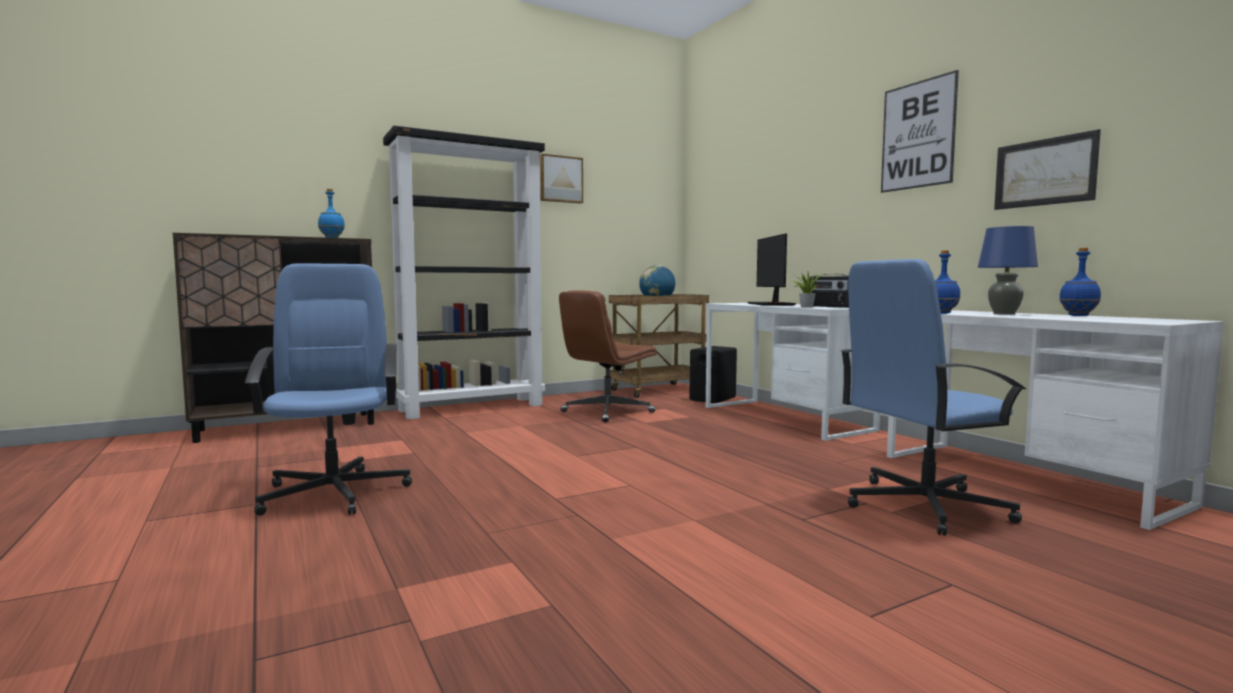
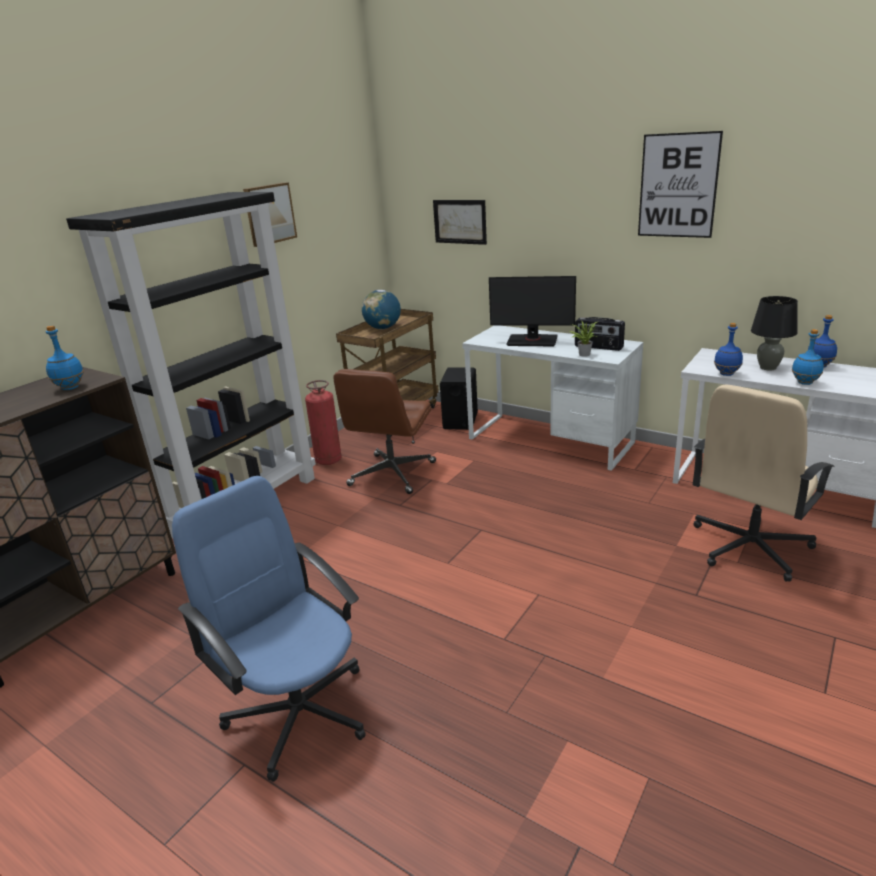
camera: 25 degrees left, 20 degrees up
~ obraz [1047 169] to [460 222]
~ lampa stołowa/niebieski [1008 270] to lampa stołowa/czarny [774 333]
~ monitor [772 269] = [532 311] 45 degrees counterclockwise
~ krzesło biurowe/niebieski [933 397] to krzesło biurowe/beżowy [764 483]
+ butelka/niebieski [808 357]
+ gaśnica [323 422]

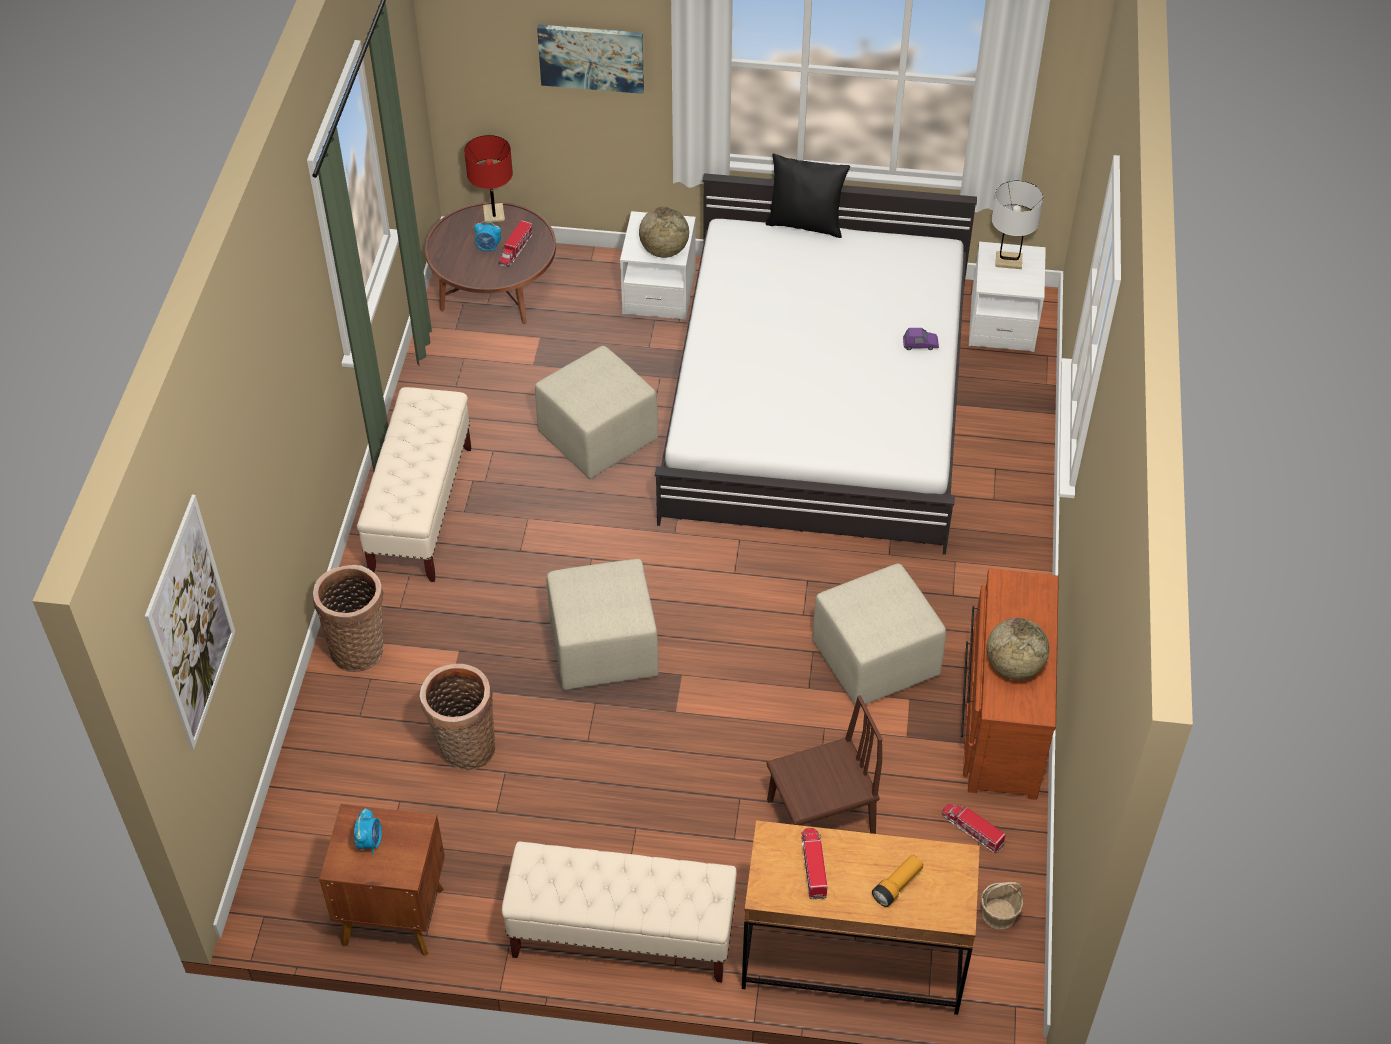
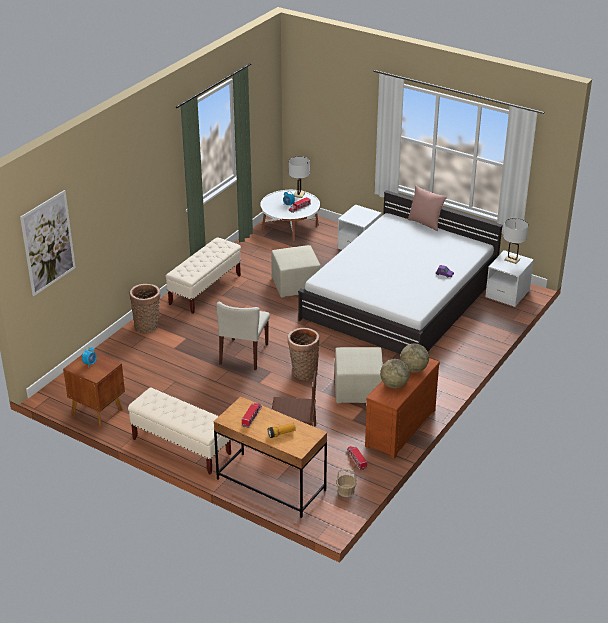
camera: 25 degrees right, 15 degrees down
- obraz [590 59]
~ lampa stołowa/czerwony [488 179] to lampa stołowa/biały [299 177]
~ poduszka/czarny [807 195] to poduszka/różowy [427 208]
~ ława/brązowy [490 263] to ława/biały [290 216]
~ globus [664 232] to [414 358]
~ pufa/beżowy [603 624] to krzesło/beżowy [243 336]
~ koszyk [458 717] to [304 354]

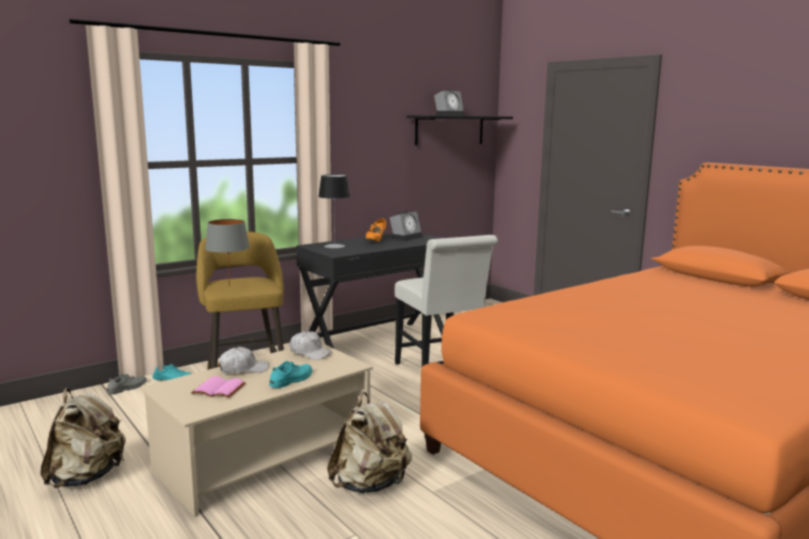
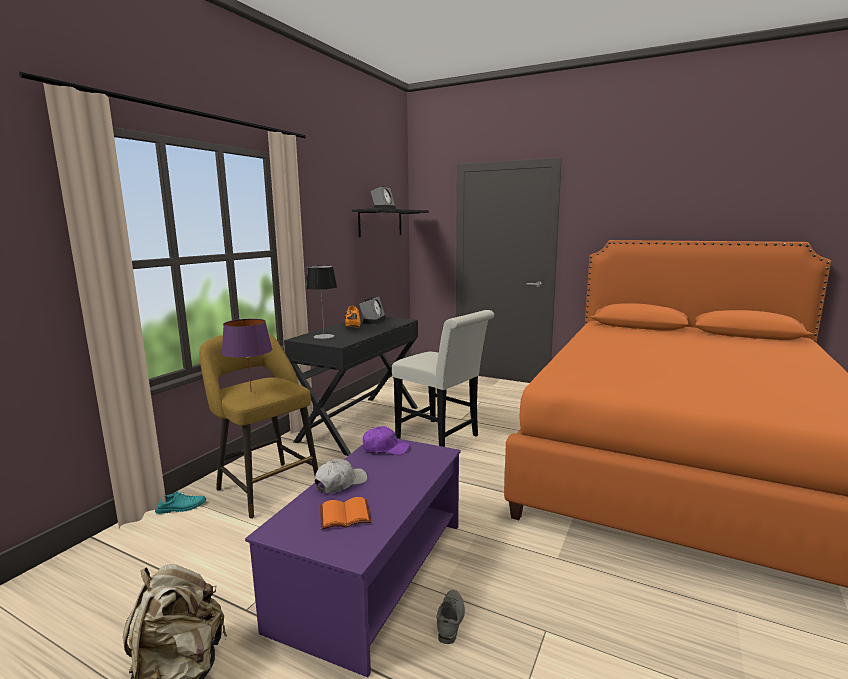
camera: 25 degrees left, 0 degrees up
~ lampa stołowa/szary [227 252] to lampa stołowa/fioletowy [247 355]
~ czapka z daszkiem/biały [311 345] to czapka z daszkiem/fioletowy [385 440]
~ ława/beżowy [256 430] to ława/fioletowy [353 558]
- but/turkusowy [290 374]
~ but/szary [126 384] to [451 617]
~ książka/różowy [218 387] to książka/pomarańczowy [345 513]
- plecak/beżowy [369 442]

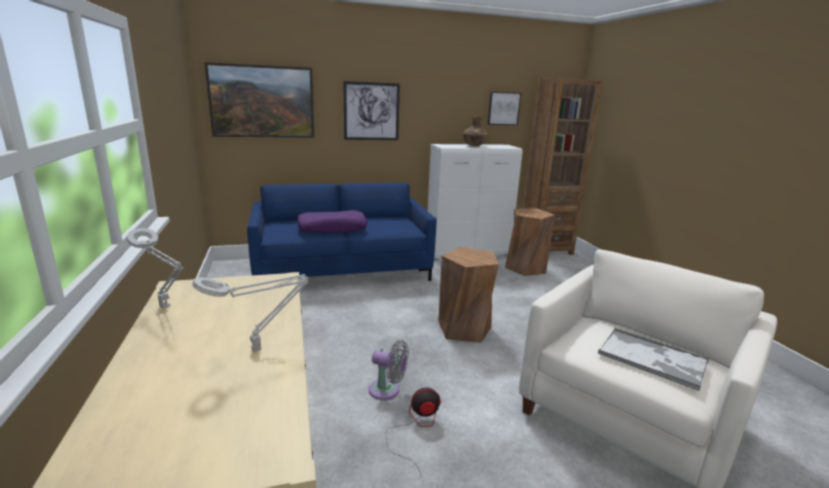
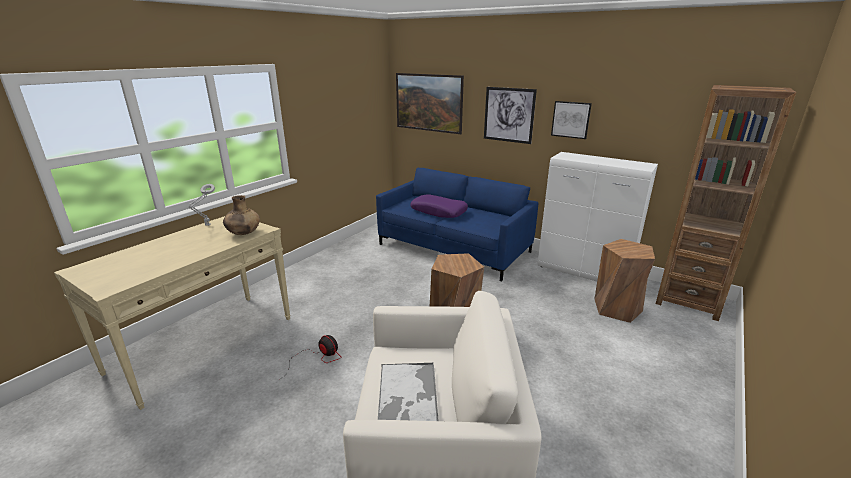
camera: 50 degrees right, 5 degrees up
~ obraz [504 108] to [571 120]
~ wazon/brązowy [475 131] to [241 215]
- lampa stołowa/szary [250 313]
- wentylator/szary [389 370]

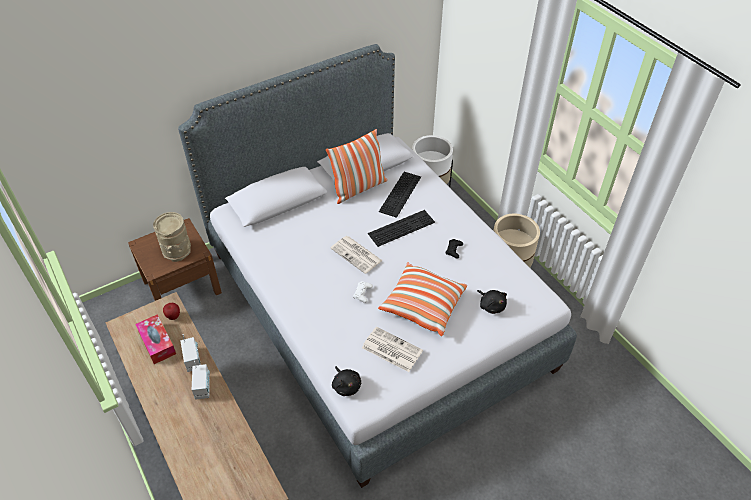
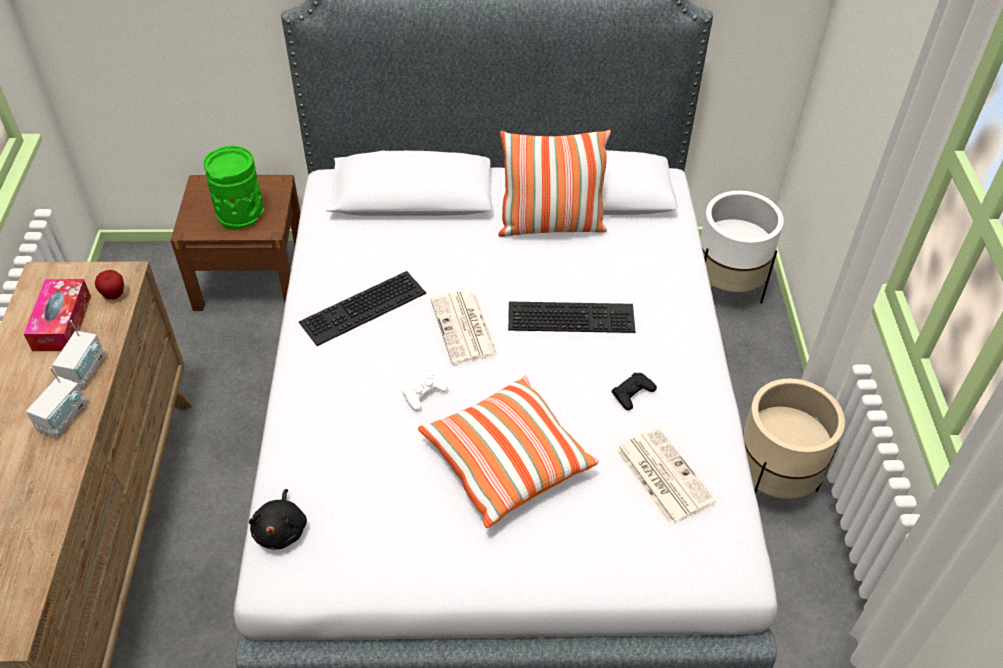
camera: 30 degrees right, 0 degrees up
~ klawiatura [400 195] to [362 308]
~ wazon/beżowy [172 237] to wazon/zielony [234 187]
- pluszak/czarny [492 302]
~ gazeta [392 349] to [665 476]

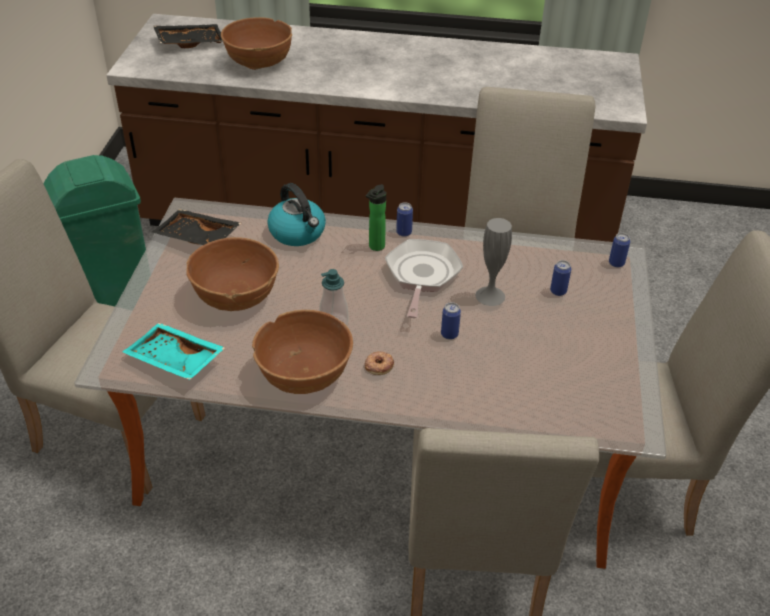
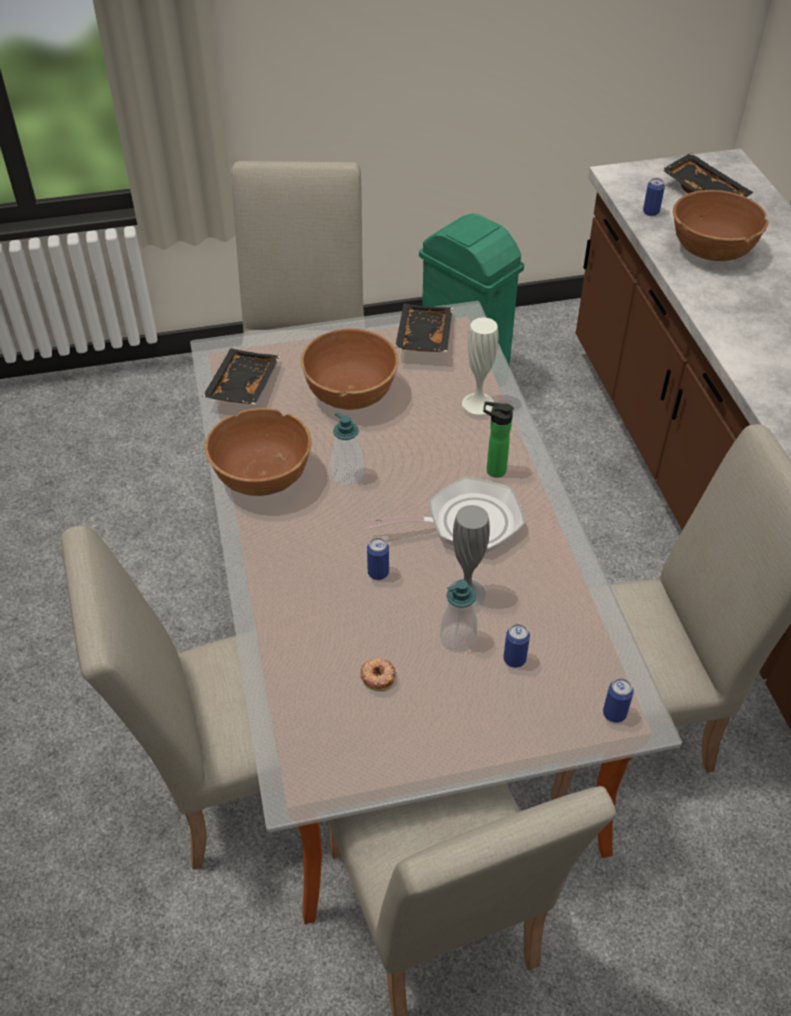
camera: 70 degrees right, 5 degrees up
~ czajnik [296 214] to wazon/biały [480 366]
~ puszka [404 219] to [654 197]
~ taca/turkusowy [173 351] to taca/czarny [241 376]
~ donut [379 363] to [377 674]
+ dozownik mydła [459 616]

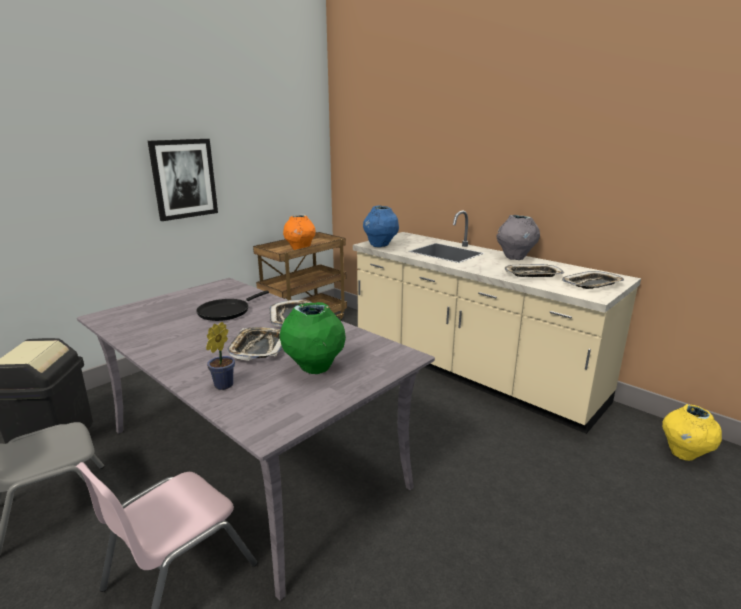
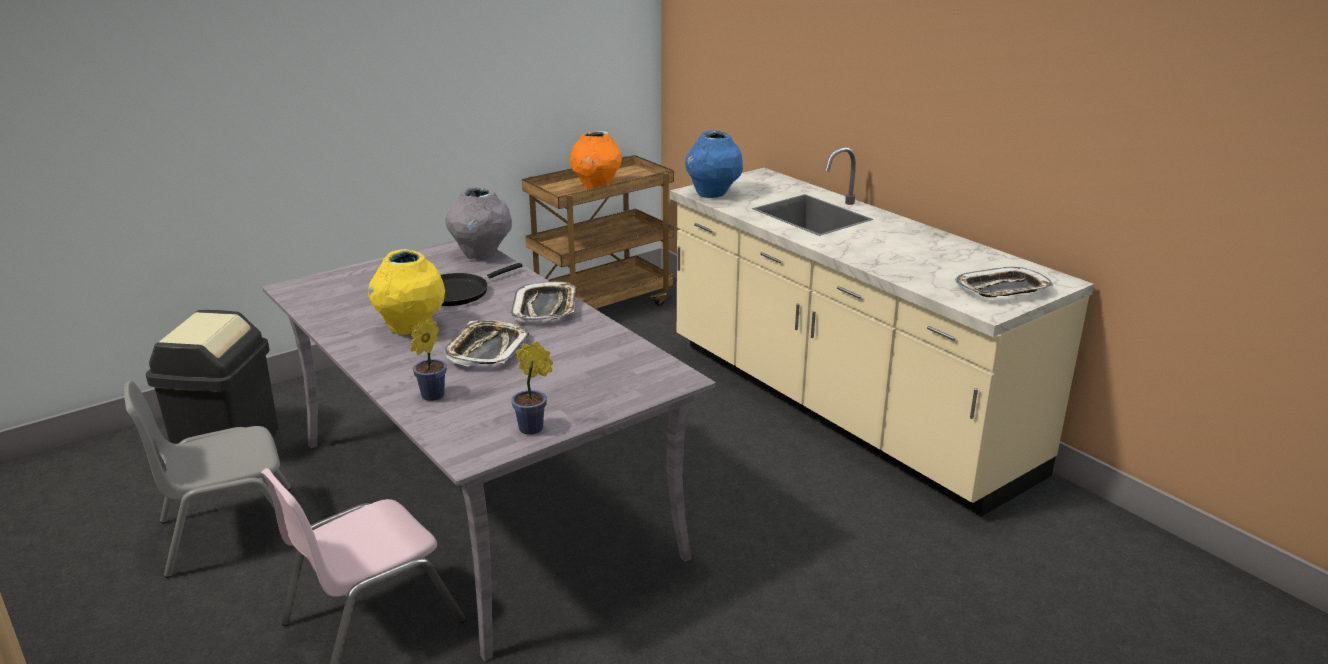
camera: 10 degrees right, 5 degrees up
- obraz [183 180]
~ wazon/szary [518 237] to [478 224]
- taca [534 270]
- wazon/zielony [313 338]
~ wazon/żółty [692 432] to [406 292]
+ roślina doniczkowa [532 388]

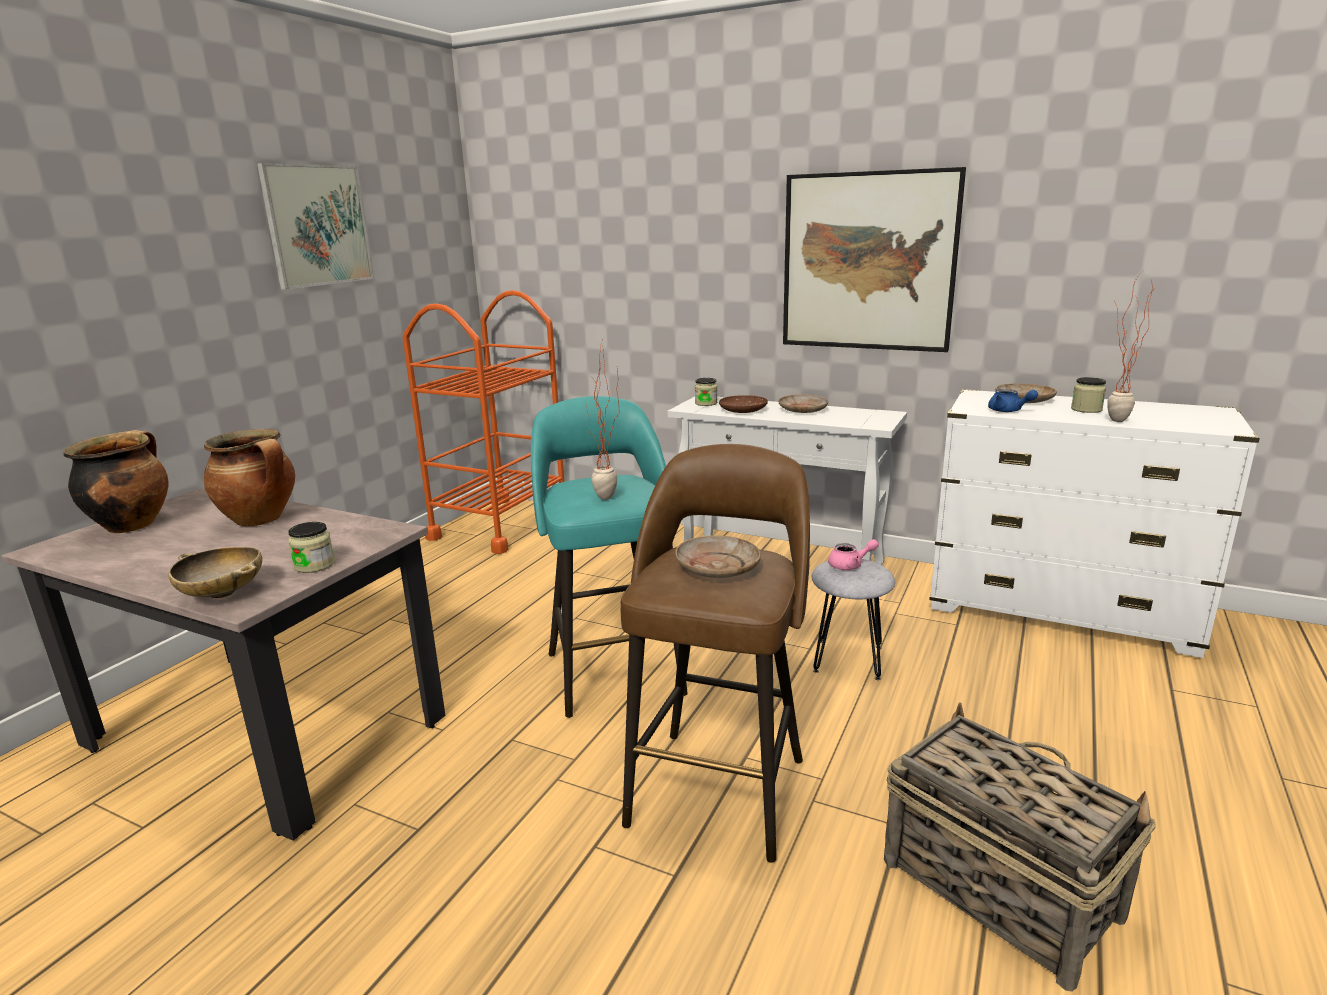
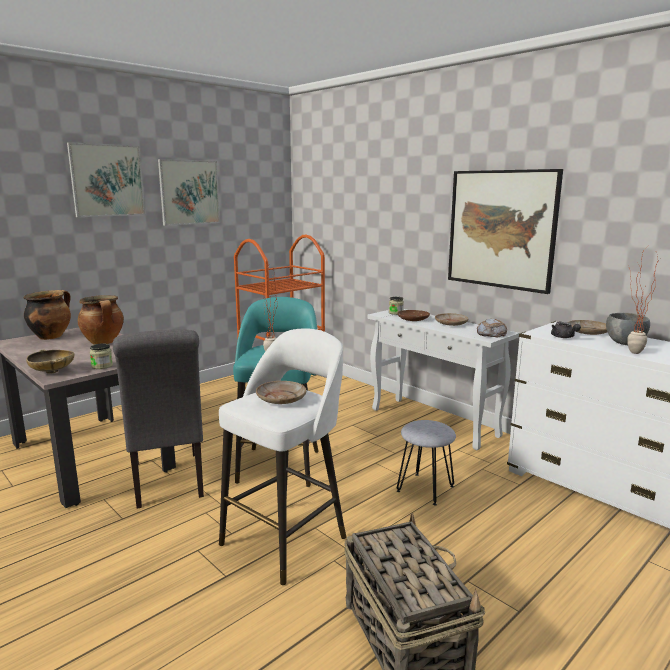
camera: 20 degrees right, 5 degrees down
~ słoik [1088 395] to miska/szary [628 329]
~ imbryk/niebieski [1013 400] to imbryk/szary [566 330]
~ stołek/brązowy [715 653] to stołek/biały [282 456]
- imbryk/różowy [853 554]
+ obraz [106 179]
+ chleb [492 328]
+ krzesło/szary [158 419]

